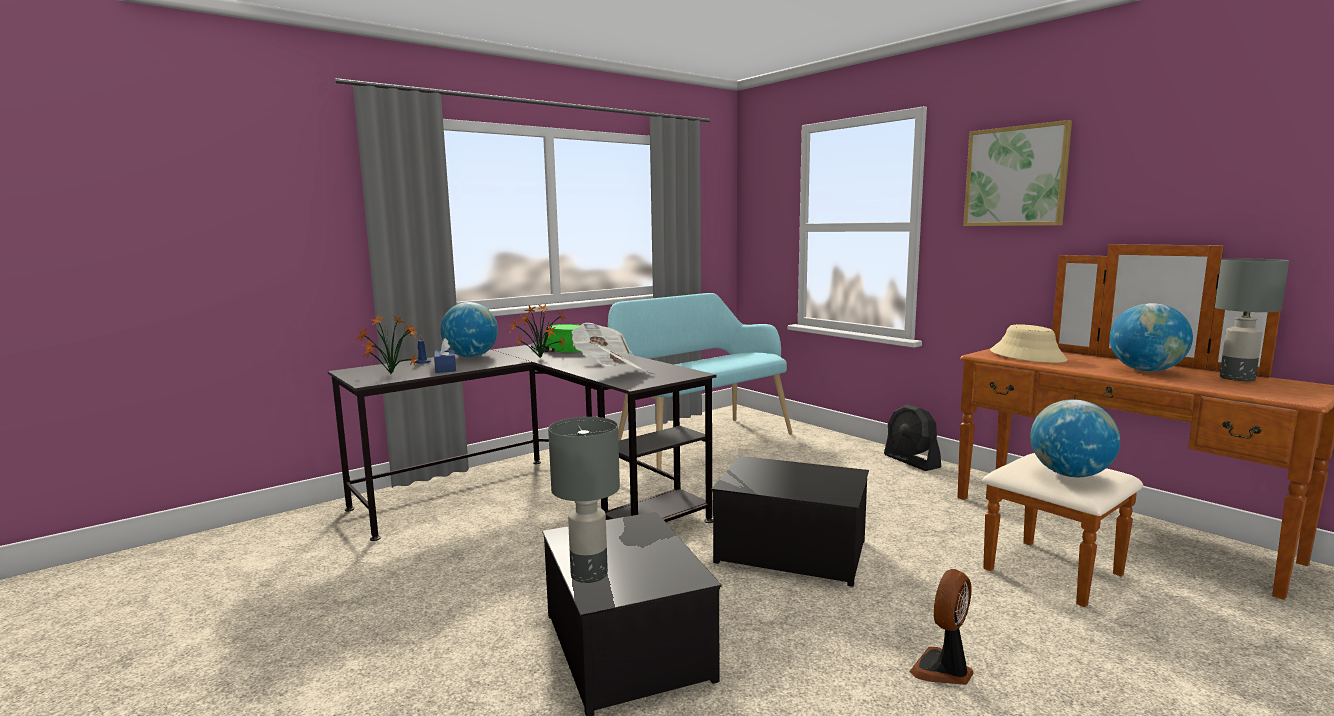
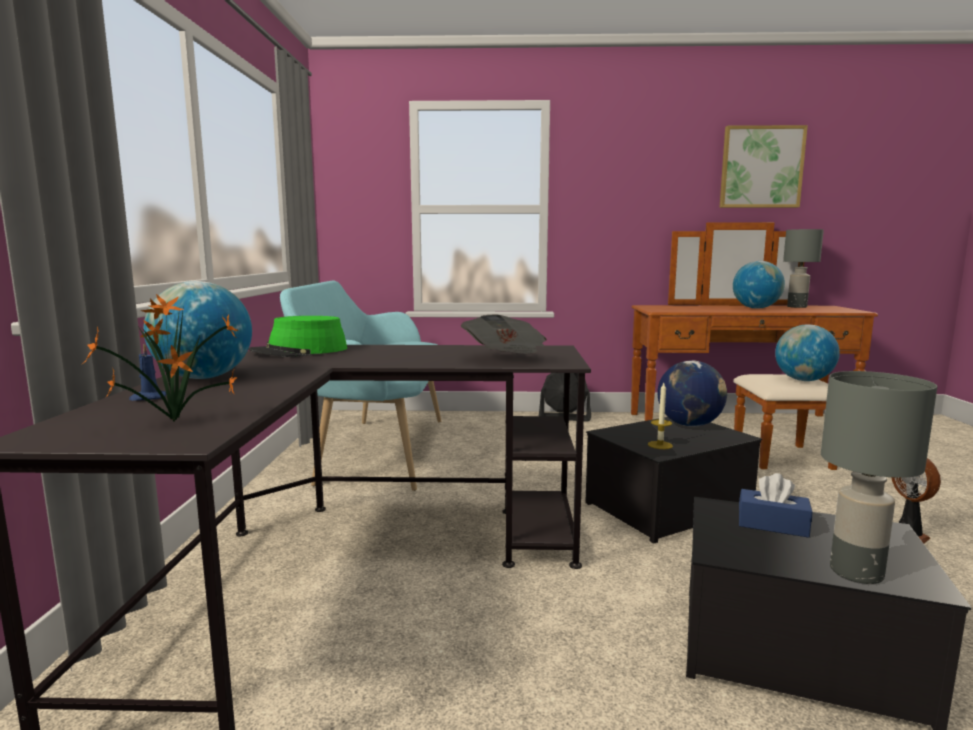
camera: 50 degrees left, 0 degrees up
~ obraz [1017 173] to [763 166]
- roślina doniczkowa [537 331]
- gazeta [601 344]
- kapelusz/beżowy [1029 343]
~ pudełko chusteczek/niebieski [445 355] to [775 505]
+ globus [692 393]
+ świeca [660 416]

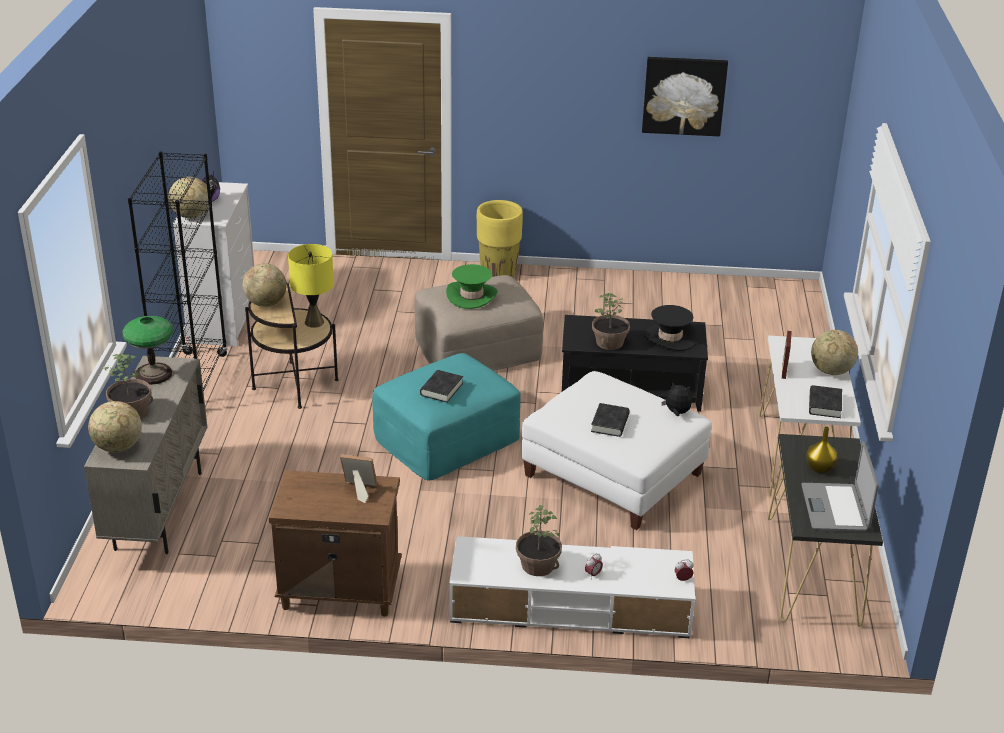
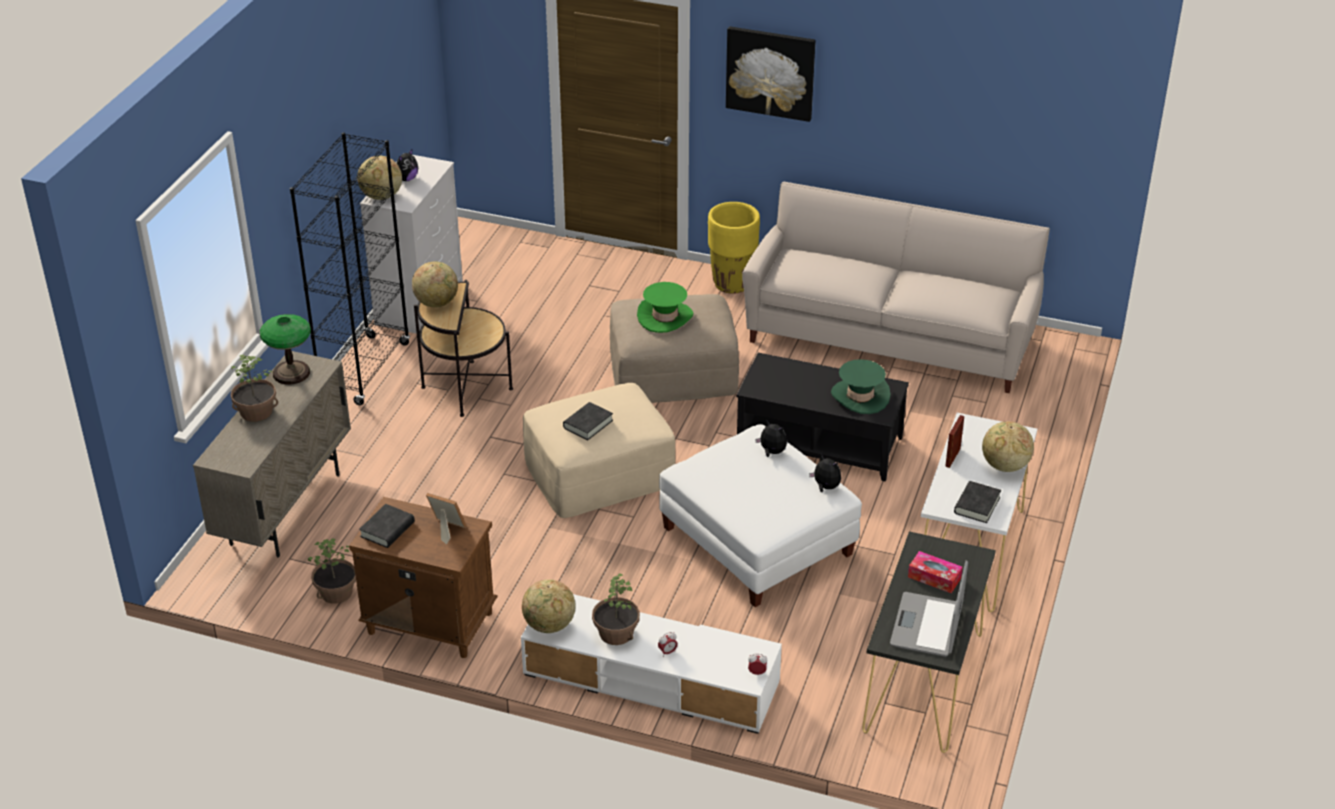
camera: 15 degrees right, 5 degrees up
~ obraz [685 96] to [771 74]
- lampa stołowa/żółty [311 286]
~ roślina doniczkowa [611 321] to [332 571]
~ kapelusz/czarny [670 328] to kapelusz/zielony [861 386]
~ pufa/turkusowy [446 417] to pufa/beżowy [599 450]
~ globus [115 426] to [549 606]
~ książka/czarny [610 420] to [387 526]
~ wazon/żółty [822 450] to pudełko chusteczek [935 572]
+ kanapa/beżowy [896 287]
+ pluszak [771 438]

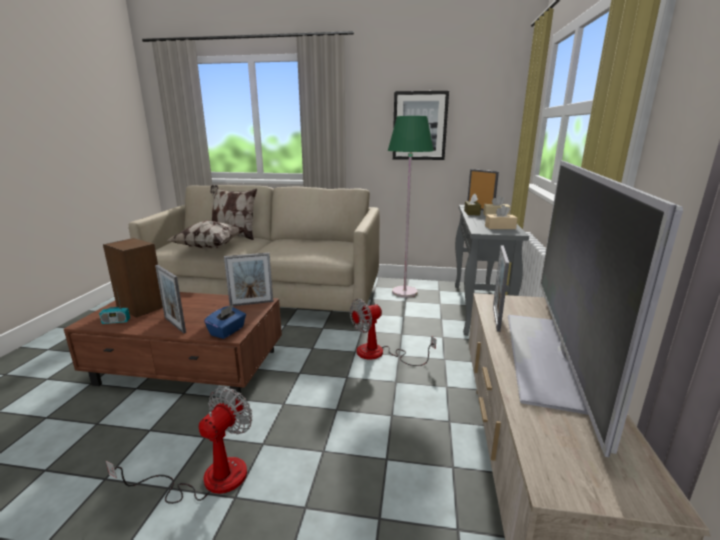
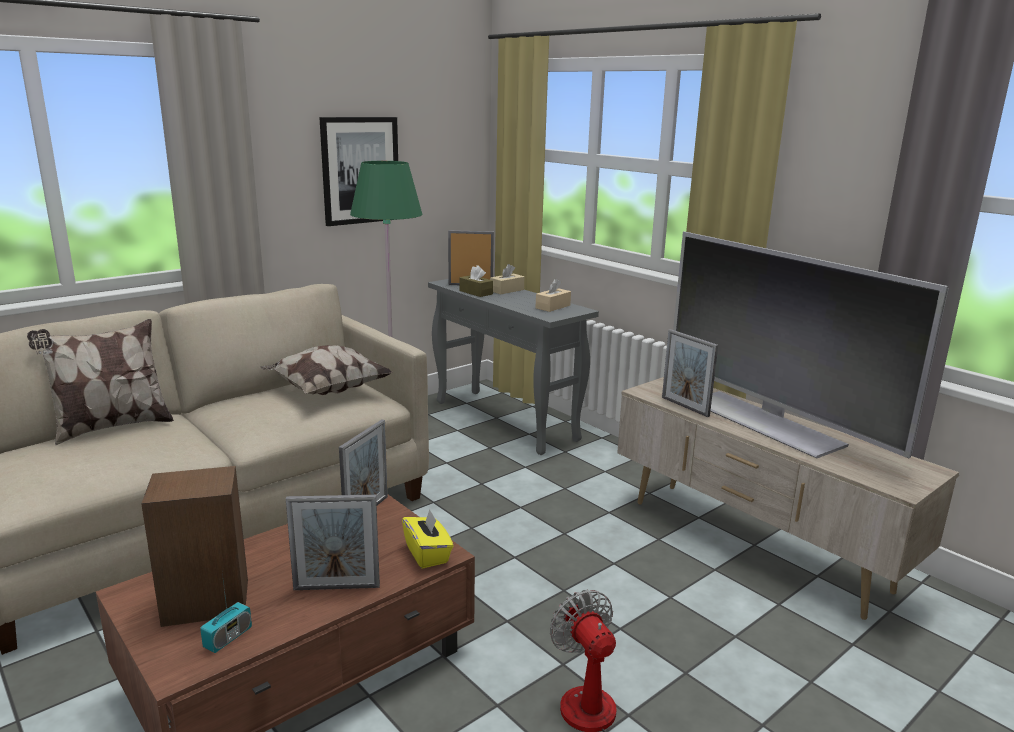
camera: 50 degrees left, 0 degrees up
~ poduszka [205 234] to [326 370]
- wentylator [393 332]
~ pudełko chusteczek/niebieski [225 322] to pudełko chusteczek/żółty [427 539]

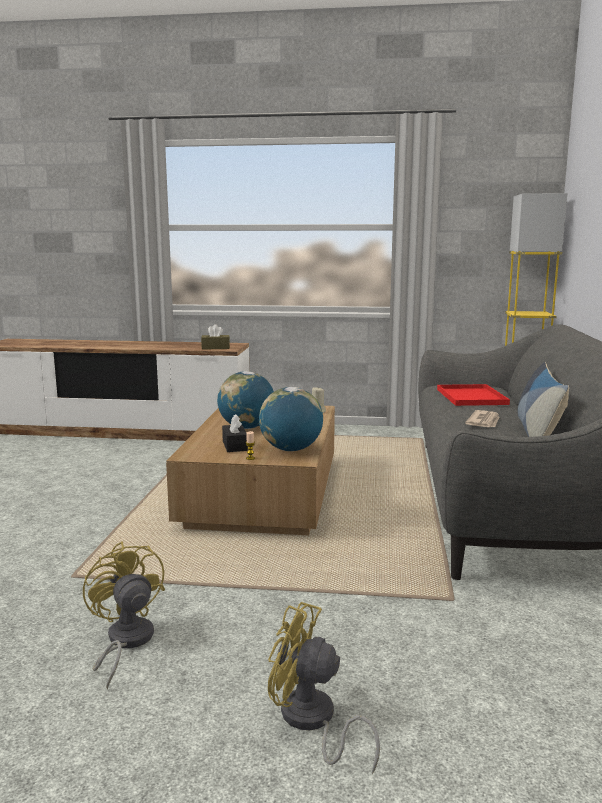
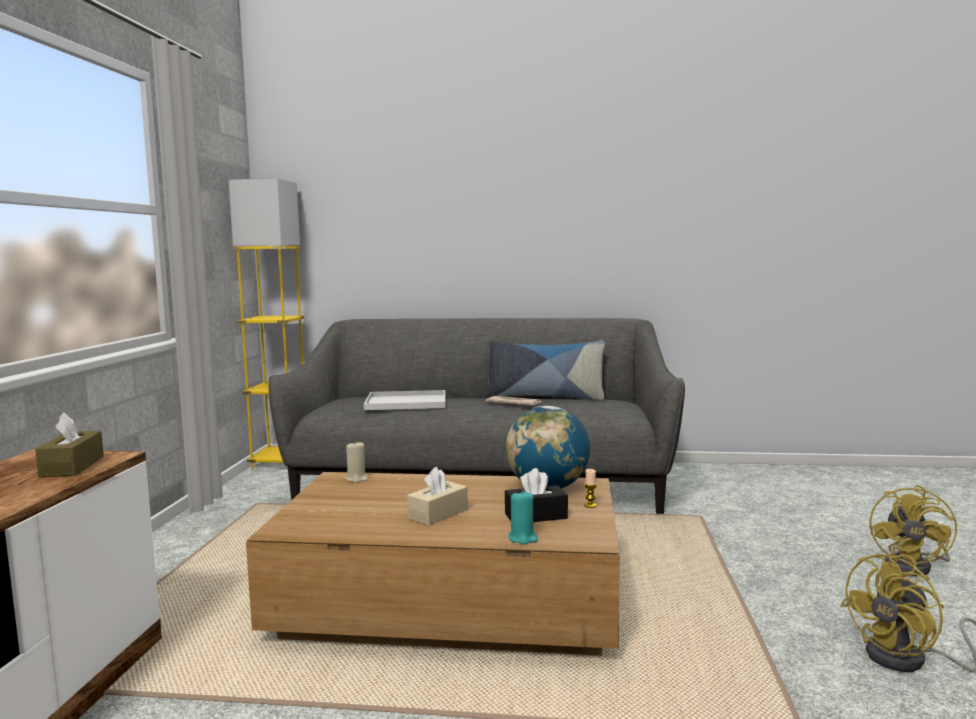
camera: 90 degrees left, 5 degrees down
~ globus [245 400] to pudełko chusteczek/beżowy [437 496]
~ taca/czerwony [473 395] to taca/biały [404 400]
+ świeca/turkusowy [523 517]

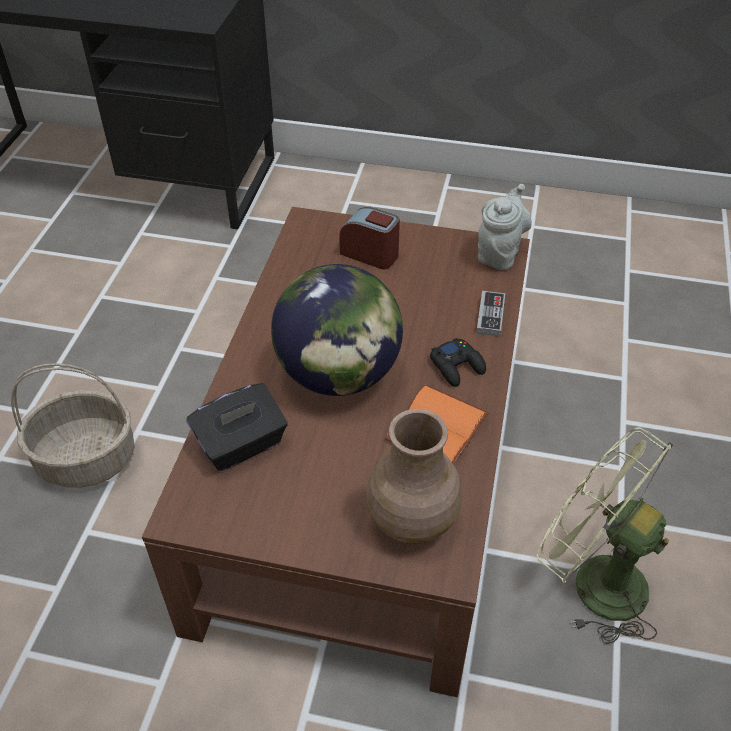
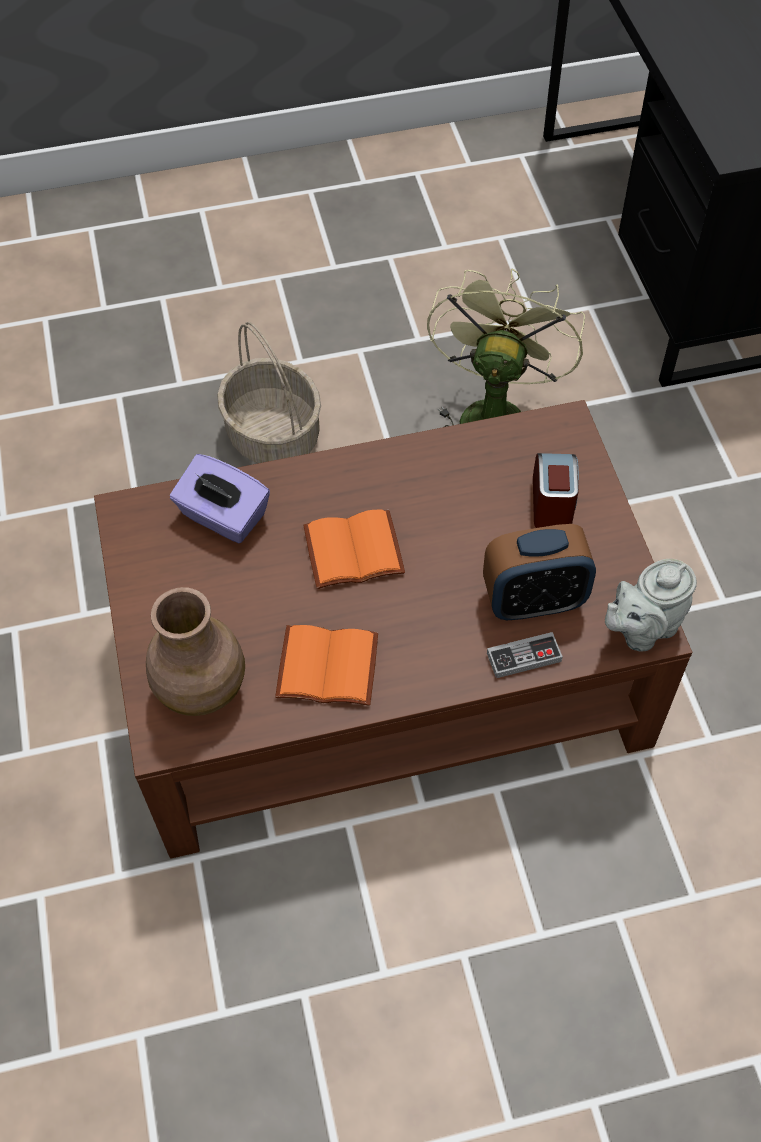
camera: 65 degrees right, 10 degrees up
~ imbryk/szary [505 227] = [651 605] 150 degrees clockwise
~ globus [337 330] to książka/pomarańczowy [354 549]
- pad do gier/czarny [458 362]
~ pudełko chusteczek/czarny [236 427] to pudełko chusteczek/fioletowy [220 498]
~ wentylator/zielony [605 535] to [506 347]
+ budzik [539 572]

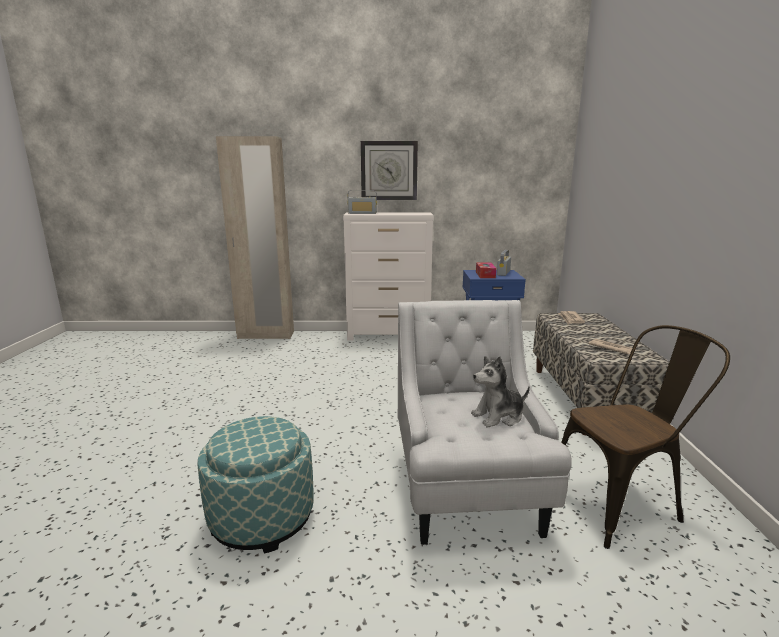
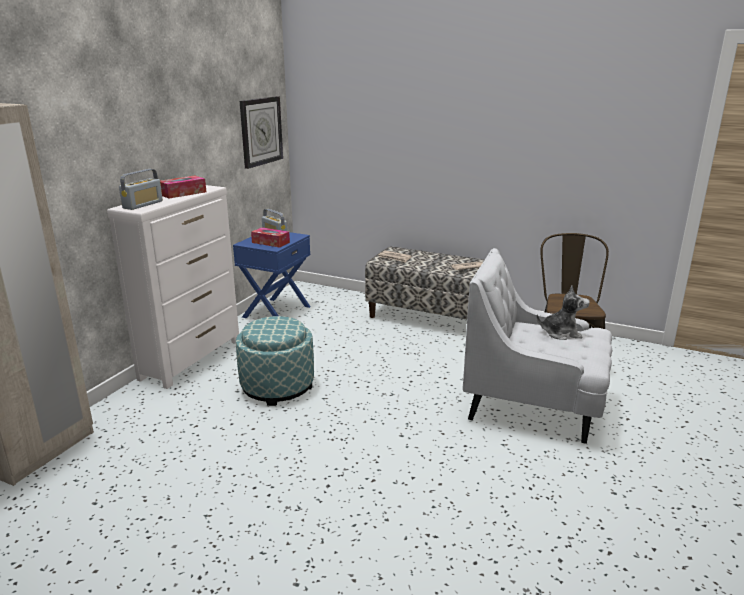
camera: 65 degrees left, 5 degrees up
~ zegar ścienny [389 170] to [261 132]
~ pluszak [500 391] = [563 313] 90 degrees counterclockwise
~ pufa [255 485] to [275 361]
+ pudełko chusteczek [183 187]

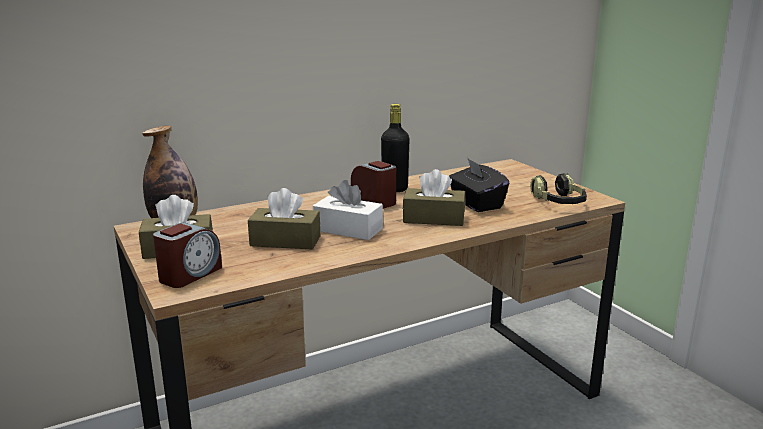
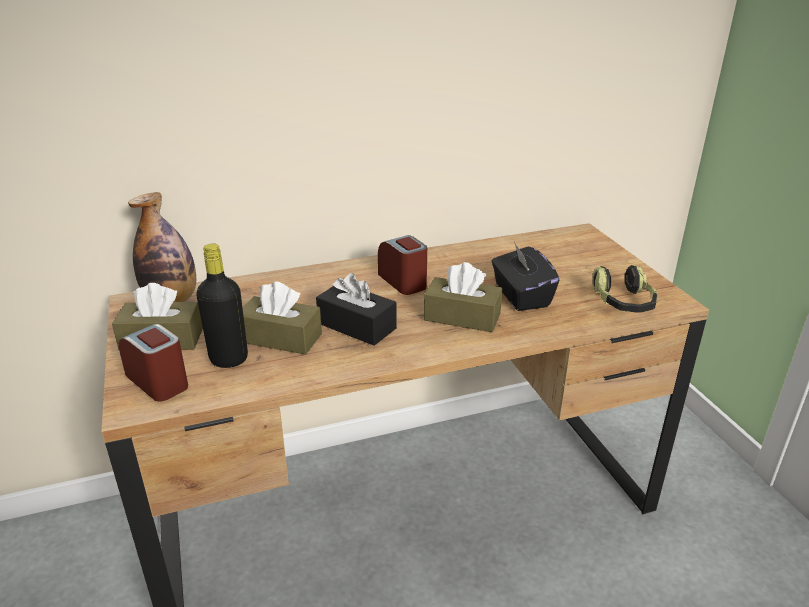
camera: 10 degrees right, 10 degrees up
~ butelka/czarny [395 148] to [222 306]
~ pudełko chusteczek/biały [348 210] to pudełko chusteczek/czarny [356 309]
~ budzik [187 255] = [153 363] 90 degrees counterclockwise

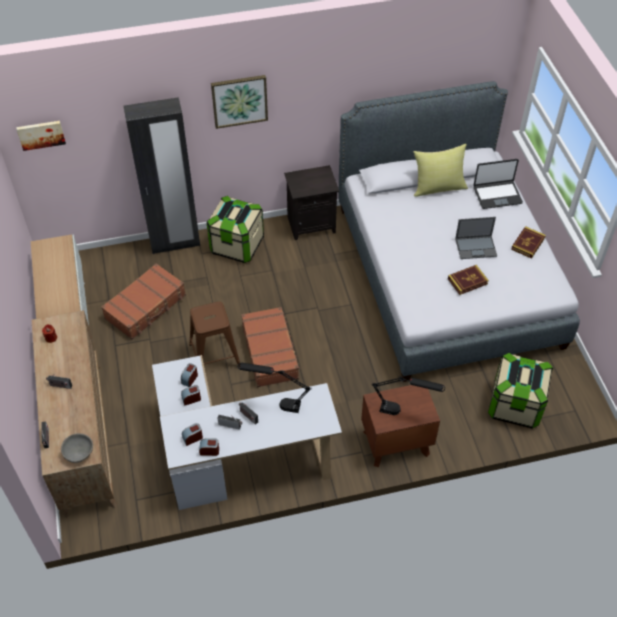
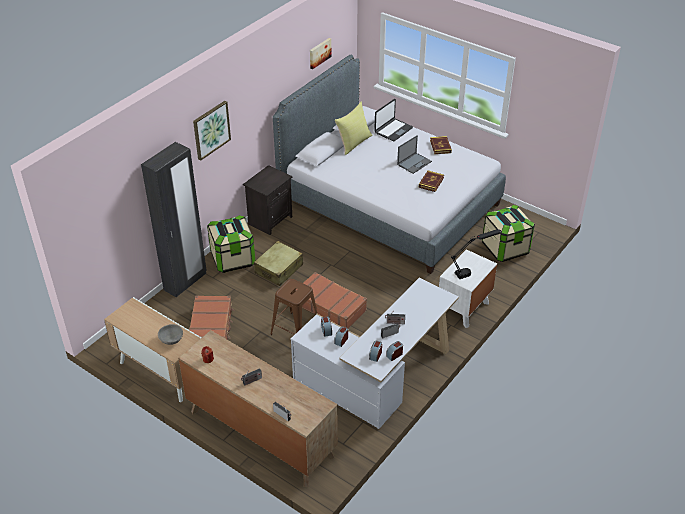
camera: 40 degrees left, 10 degrees down
~ obraz [41 136] to [320 53]
- lampa stołowa/czarny [275 388]
~ szafka nocna/brązowy [400 426] to szafka nocna/biały [468 288]
~ miska/szary [77 448] to [170 334]
+ walizka/beżowy [278 263]

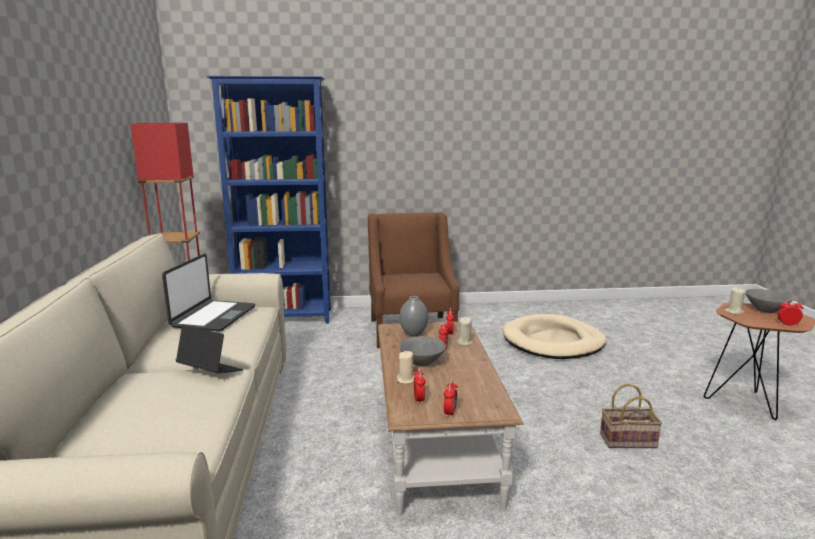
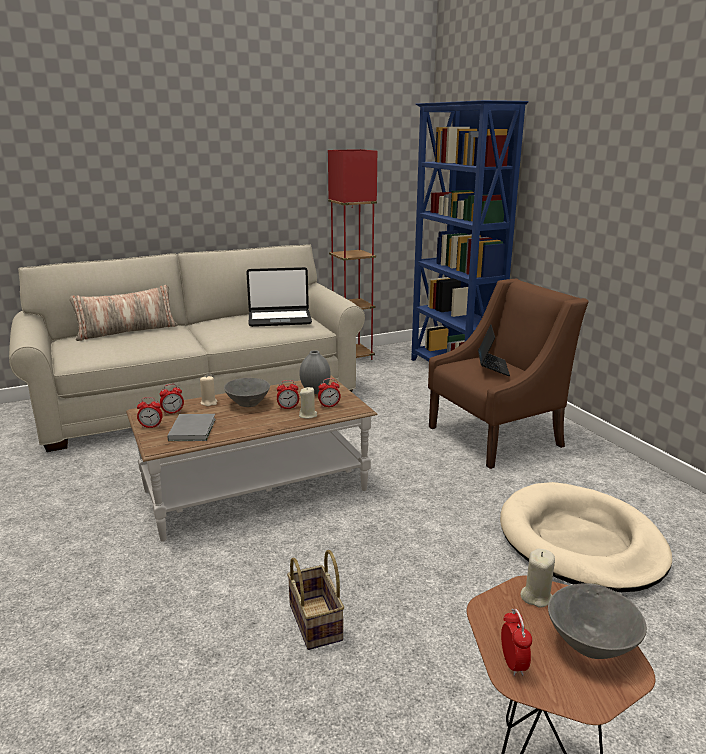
camera: 70 degrees right, 5 degrees up
~ laptop [209 349] to [494 350]
+ poduszka [123 313]
+ książka/szary [191 427]

